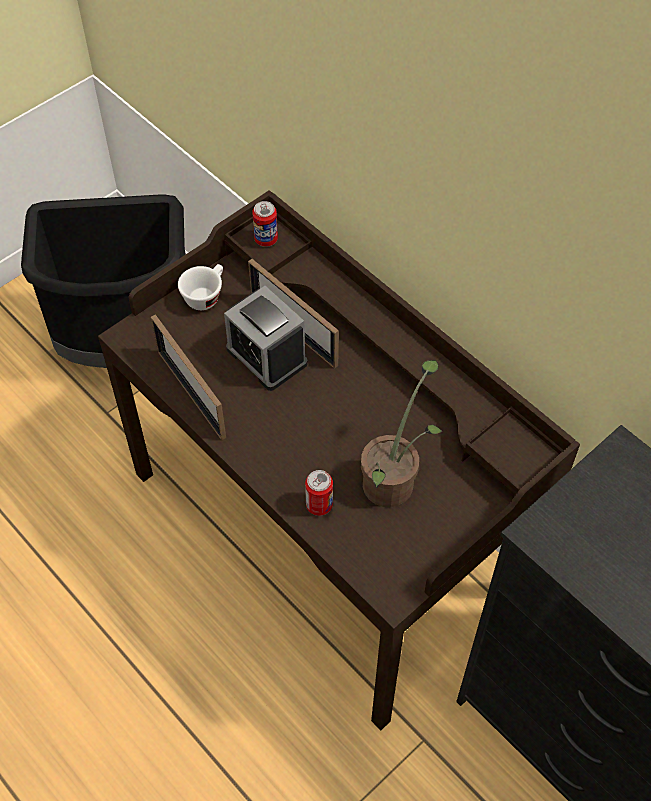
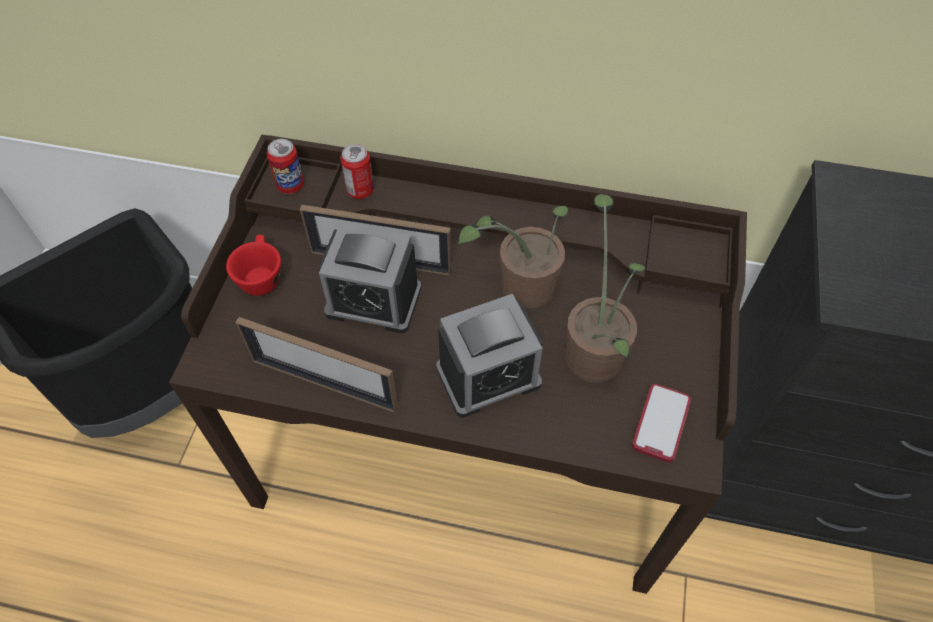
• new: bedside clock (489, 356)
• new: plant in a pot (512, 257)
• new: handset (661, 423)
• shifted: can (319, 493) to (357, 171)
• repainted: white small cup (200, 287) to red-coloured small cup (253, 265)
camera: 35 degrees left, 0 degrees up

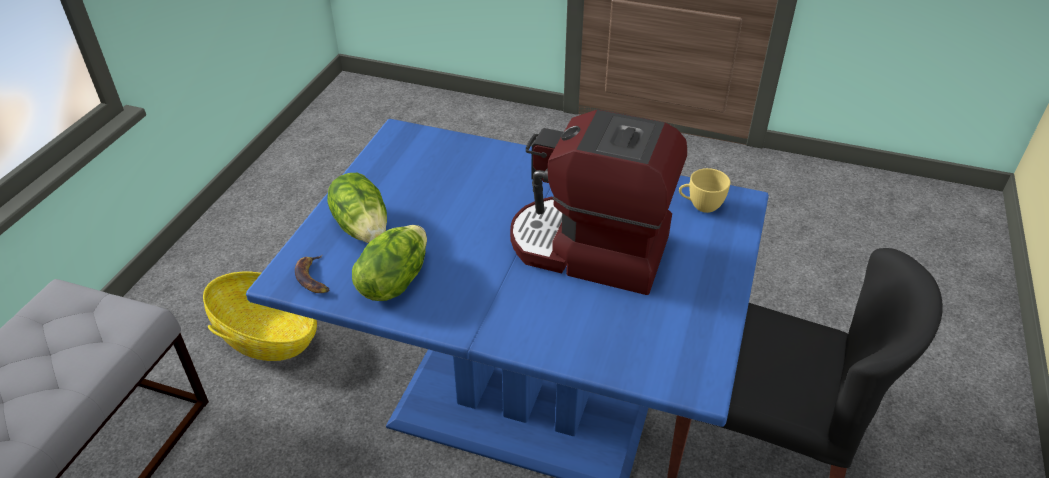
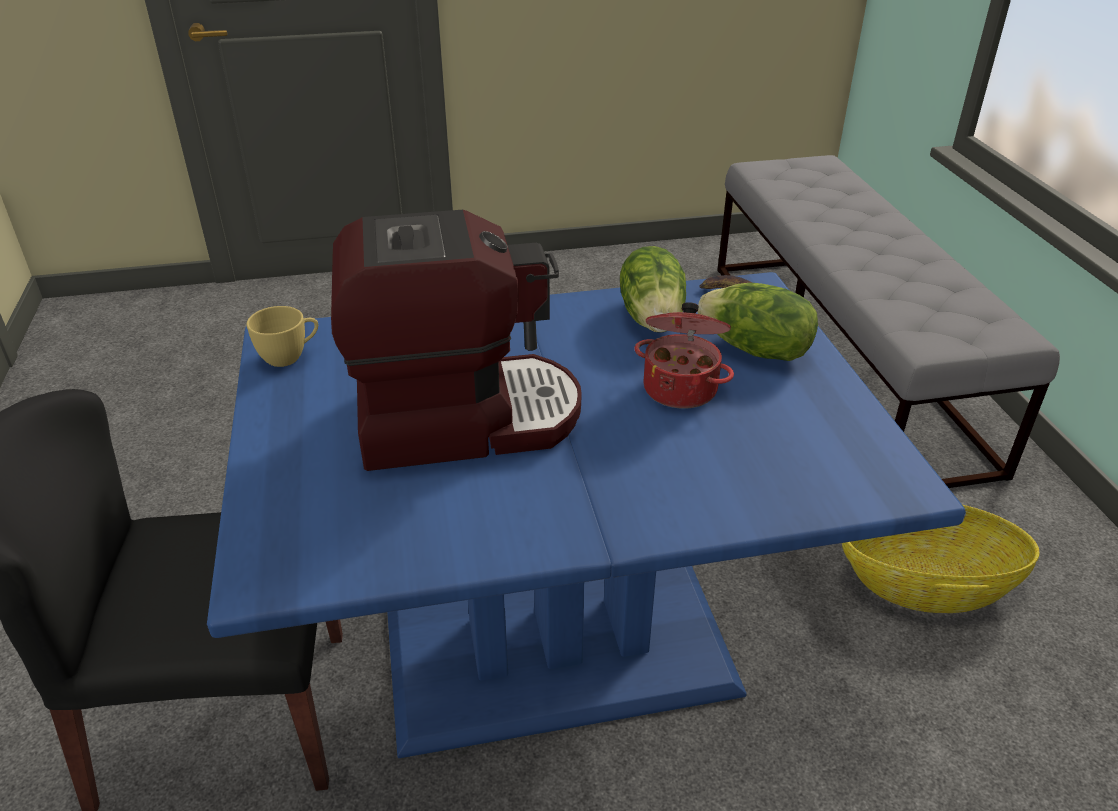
• new: stockpot (684, 355)
• shifted: yellow-coloured small cup (704, 190) to (282, 336)
camera: 150 degrees right, 5 degrees down

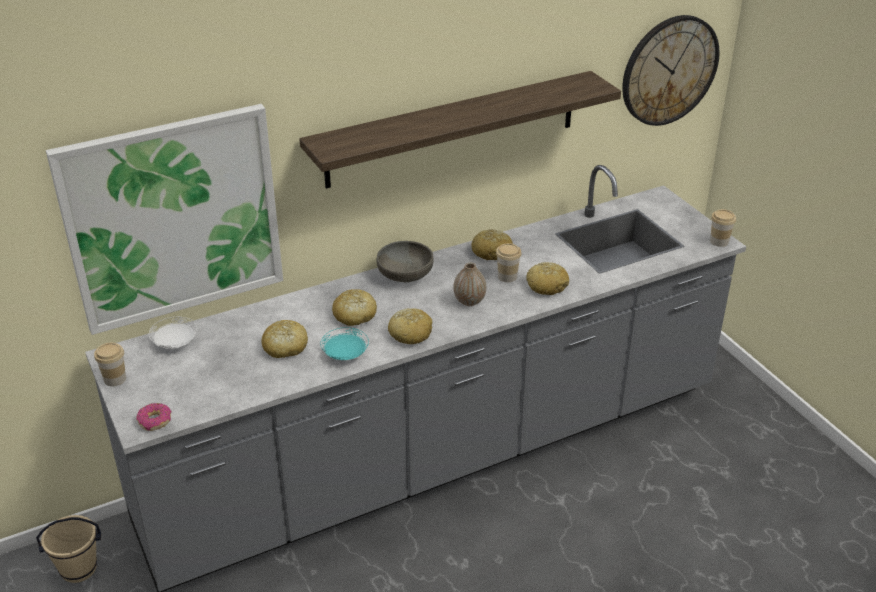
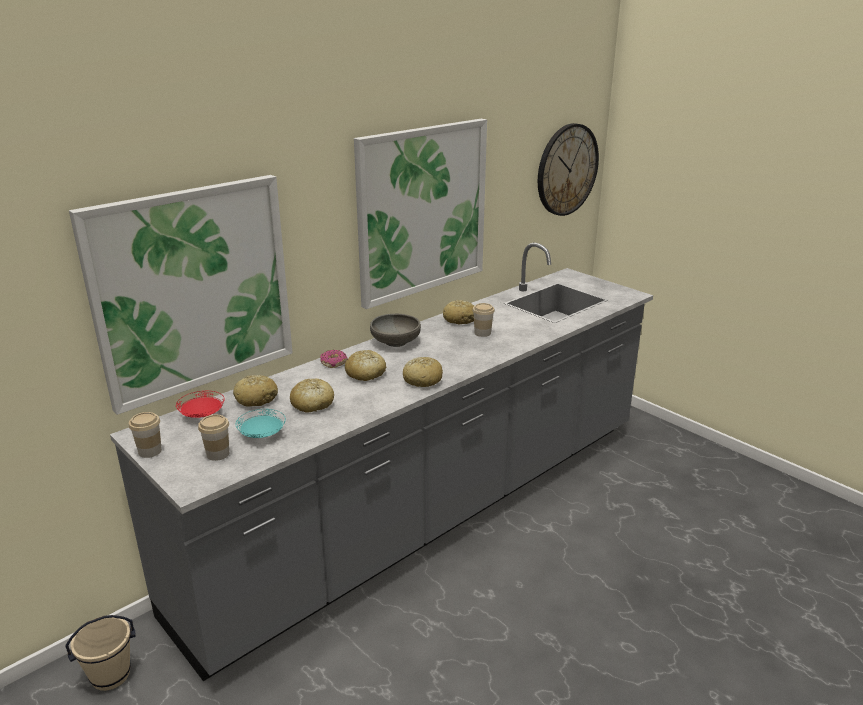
• gone: vase (469, 284)
• shifted: doughnut (153, 417) to (334, 359)
• shifted: turquoise-coloured dinner plate (344, 343) to (261, 423)
• shifted: bakery bread (547, 278) to (255, 391)
• shifted: small cup (723, 228) to (213, 438)
• swapped: bracket shelf (460, 130) to picture (420, 214)
• repainted: white dinner plate (173, 333) to red-coloured dinner plate (200, 404)
camera: 15 degrees left, 10 degrees down

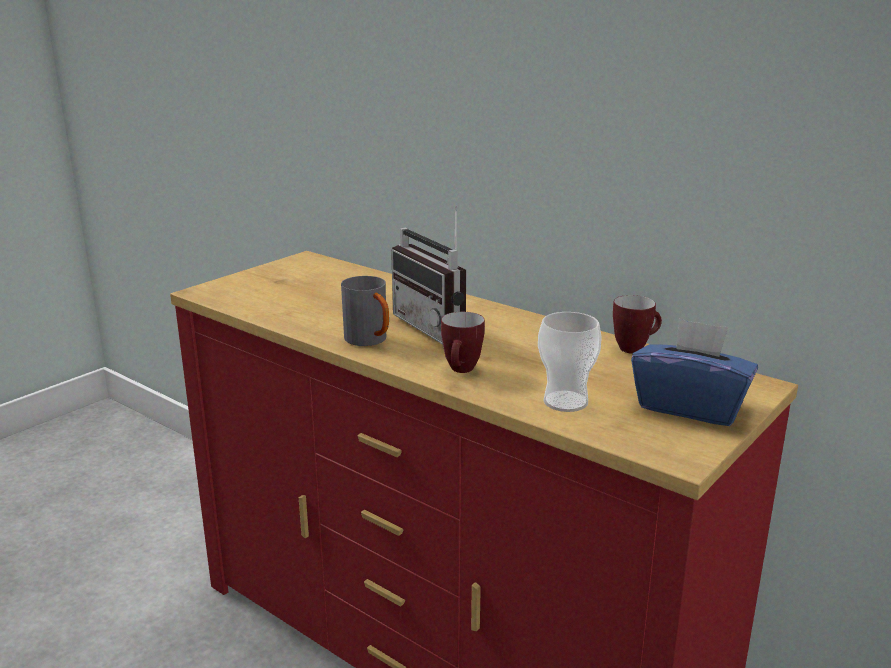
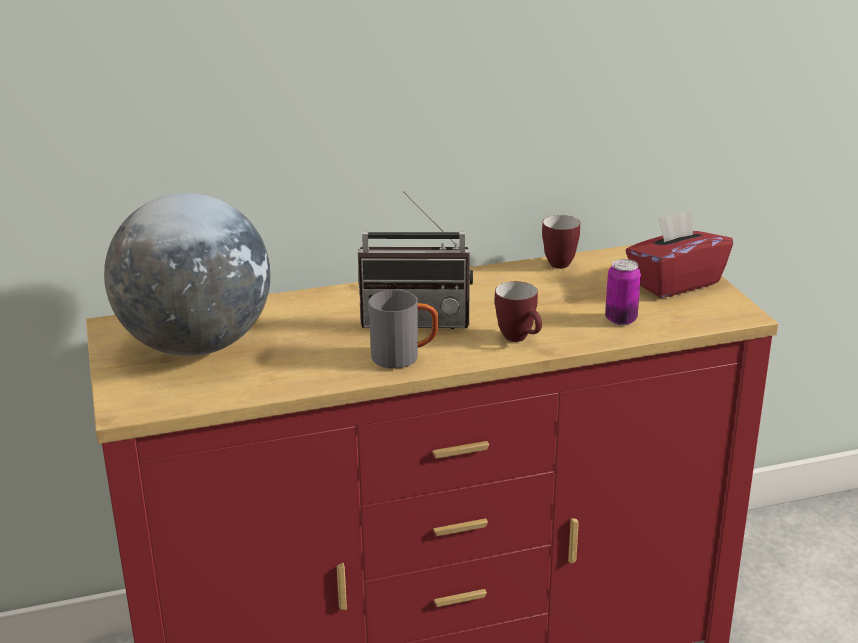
• new: world globe (187, 274)
• swapped: small cup (570, 362) to can (623, 292)
• repainted: blue box of tissues (694, 372) to red-coloured box of tissues (679, 254)
camera: 55 degrees left, 5 degrees up

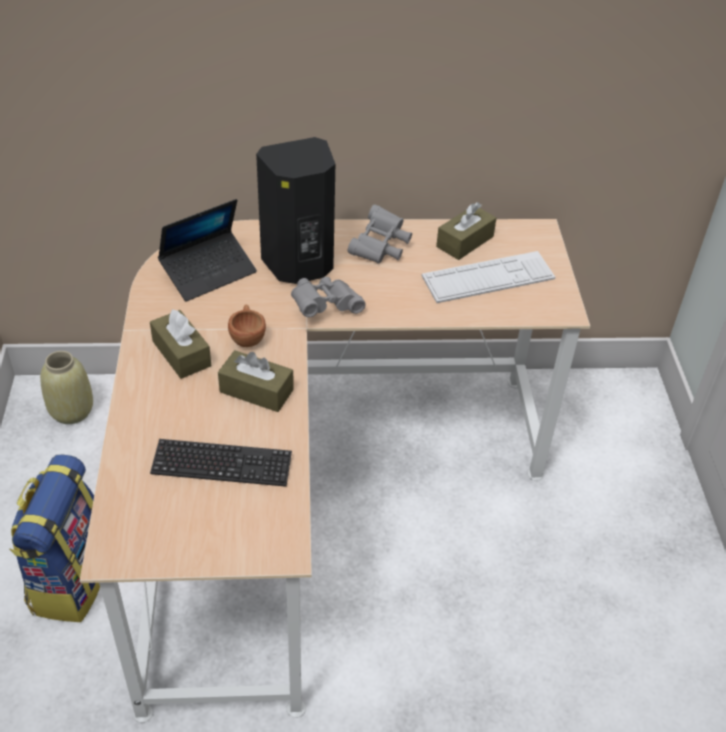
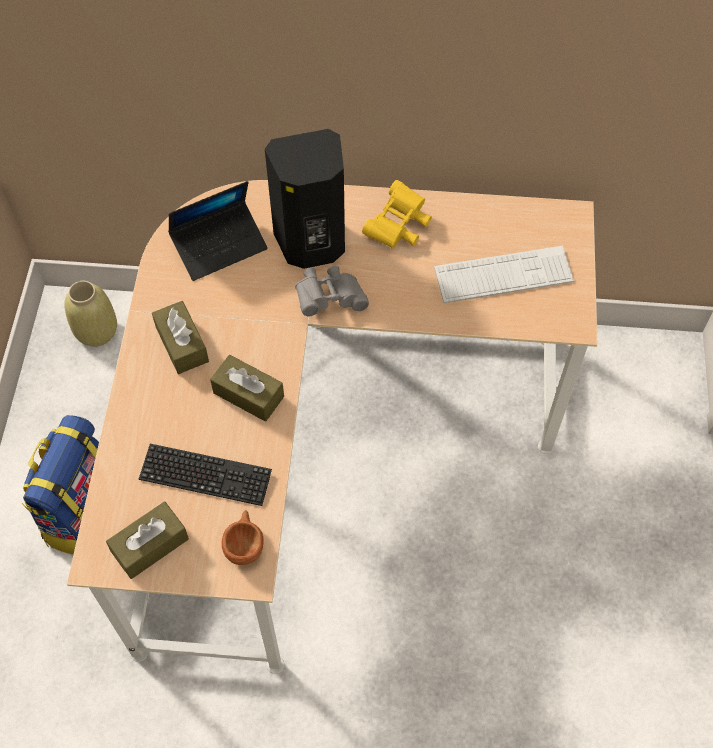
• shifted: brown small cup (247, 325) to (242, 537)
• shifted: brown box of tissues (466, 231) to (147, 540)
• repainted: gray field glasses (380, 234) to yellow-coloured field glasses (397, 214)
camera: 10 degrees right, 15 degrees up

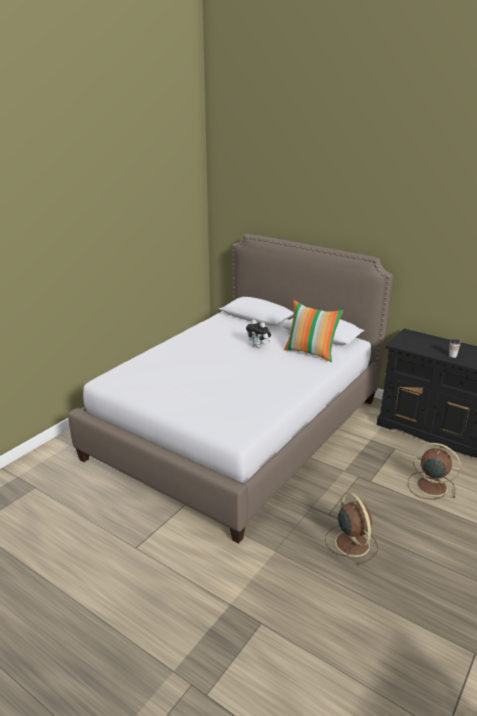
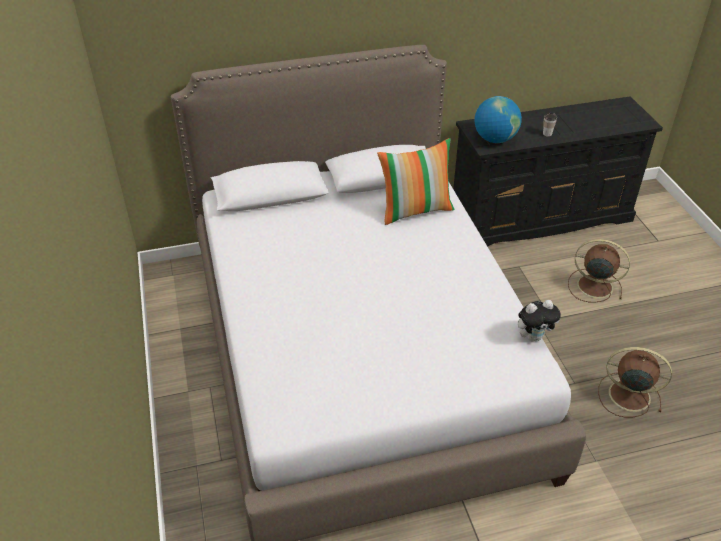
• new: world globe (498, 119)
• shifted: cuddly toy (258, 334) to (539, 321)
• rotated: brown electric fan (434, 471) = (599, 270) 45 degrees clockwise
camera: 50 degrees left, 15 degrees up

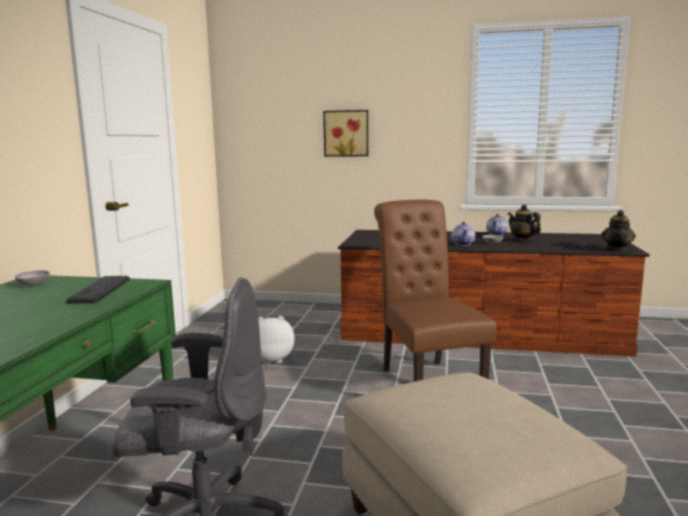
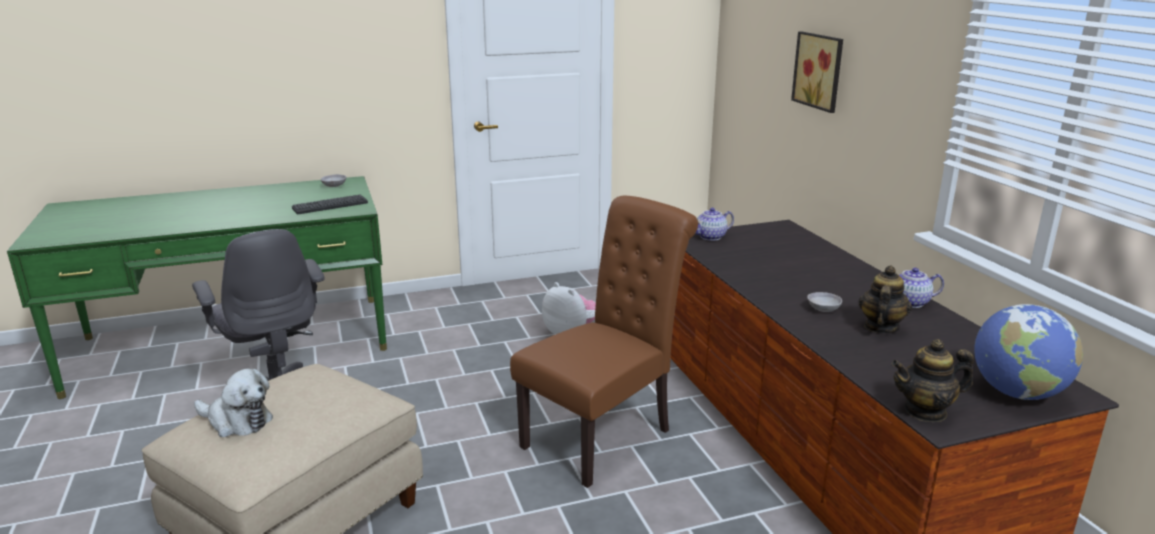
• new: cuddly toy (233, 403)
• new: world globe (1028, 352)
• shifted: teapot (463, 234) to (714, 224)
camera: 60 degrees right, 10 degrees up

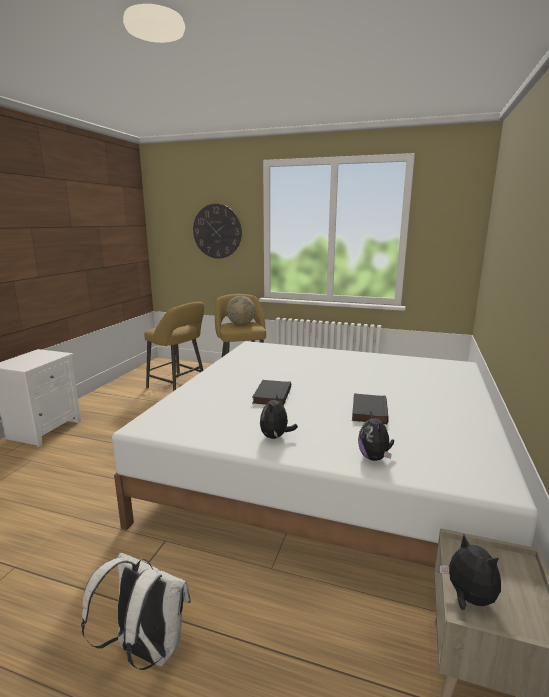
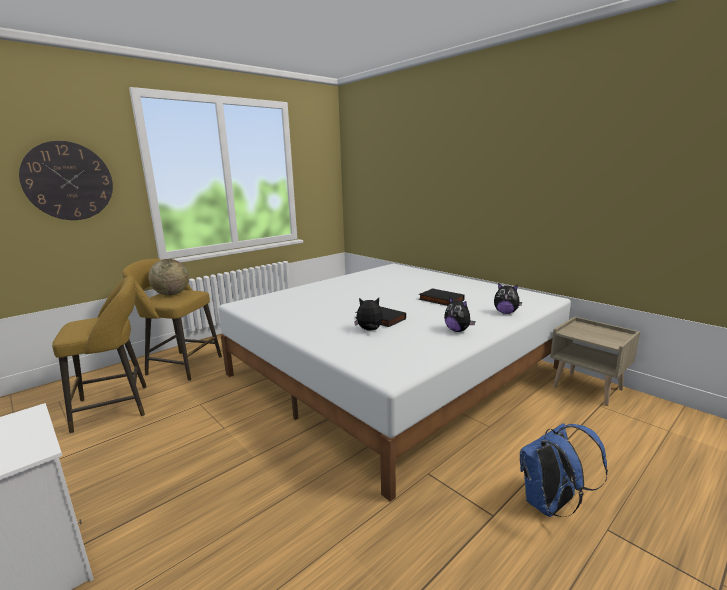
• shifted: cuddly toy (470, 572) to (368, 314)
• repainted: white rucksack (136, 611) to blue rucksack (564, 470)
camera: 60 degrees left, 0 degrees up

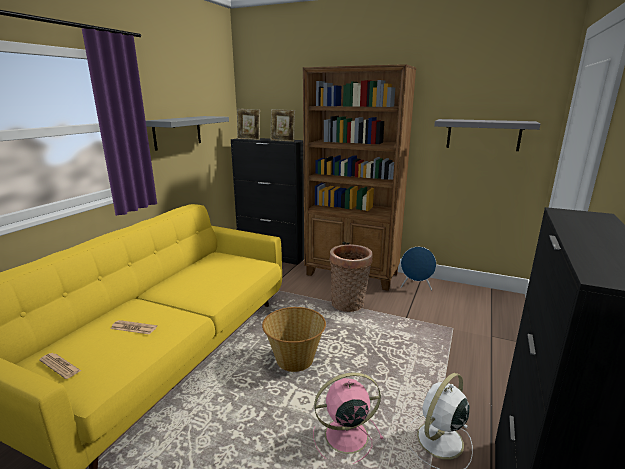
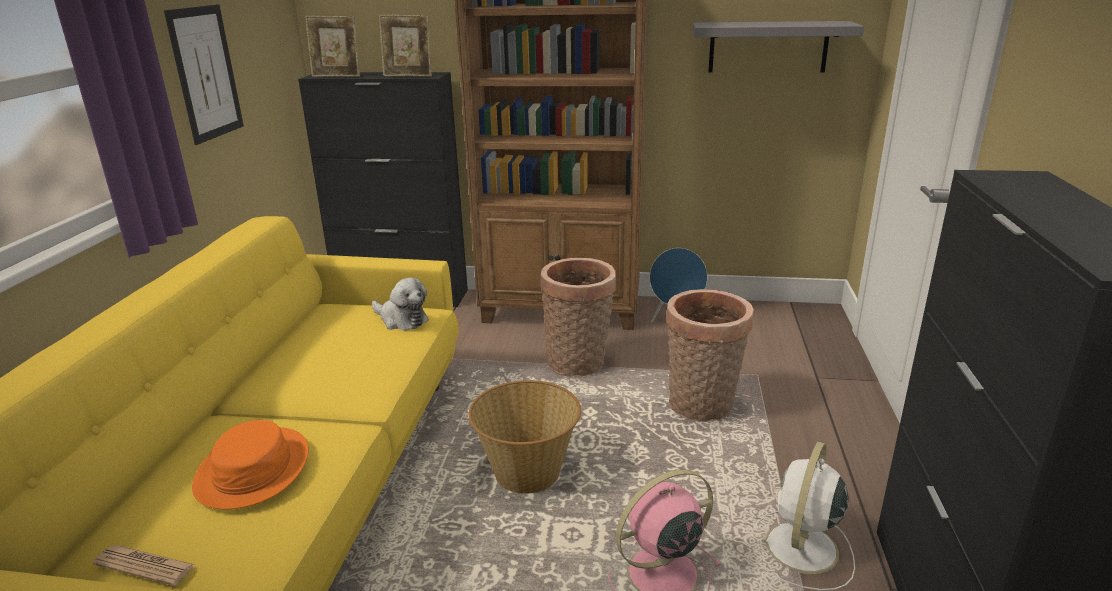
• new: cuddly toy (400, 303)
• new: household basket (710, 355)
• swapped: printed paper (134, 327) to orangey wearable hat (250, 464)
• swapped: gray bracket shelf (187, 133) to picture (204, 74)
camera: 15 degrees left, 5 degrees up

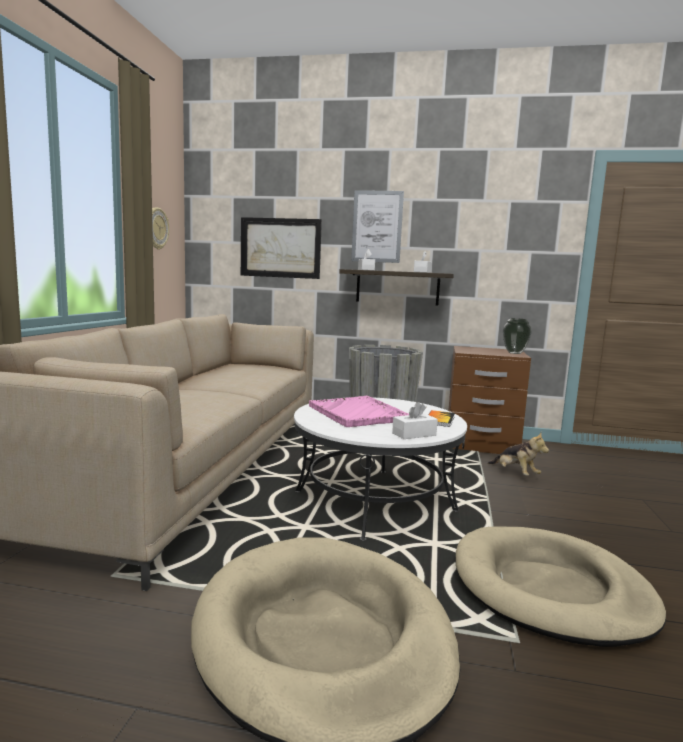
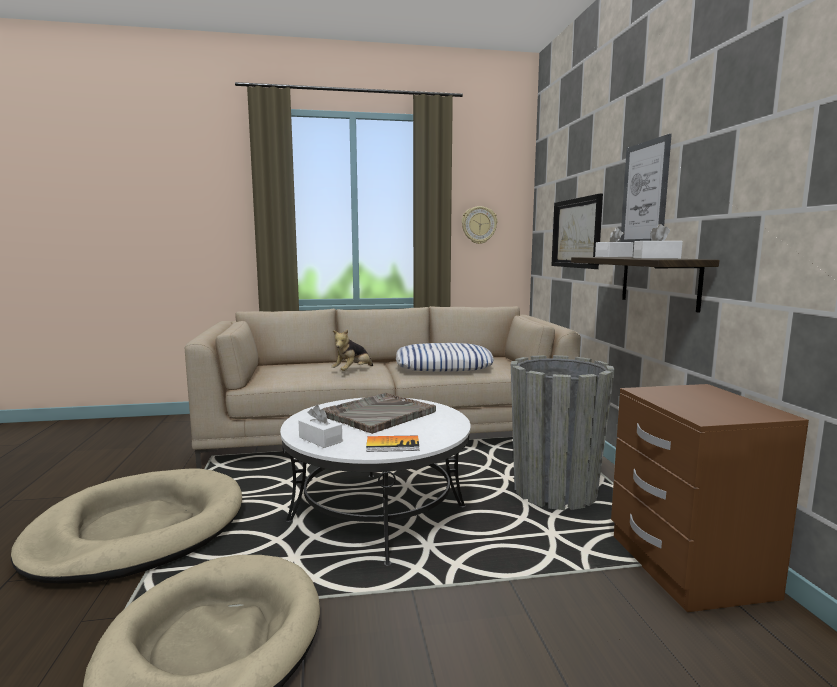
• gone: vase (517, 336)
• new: cushion (445, 357)
• shifted: cuddly toy (518, 454) to (352, 350)
• repainted: pink-coloured serving tray (359, 411) to gray serving tray (379, 413)
camera: 70 degrees right, 0 degrees up

